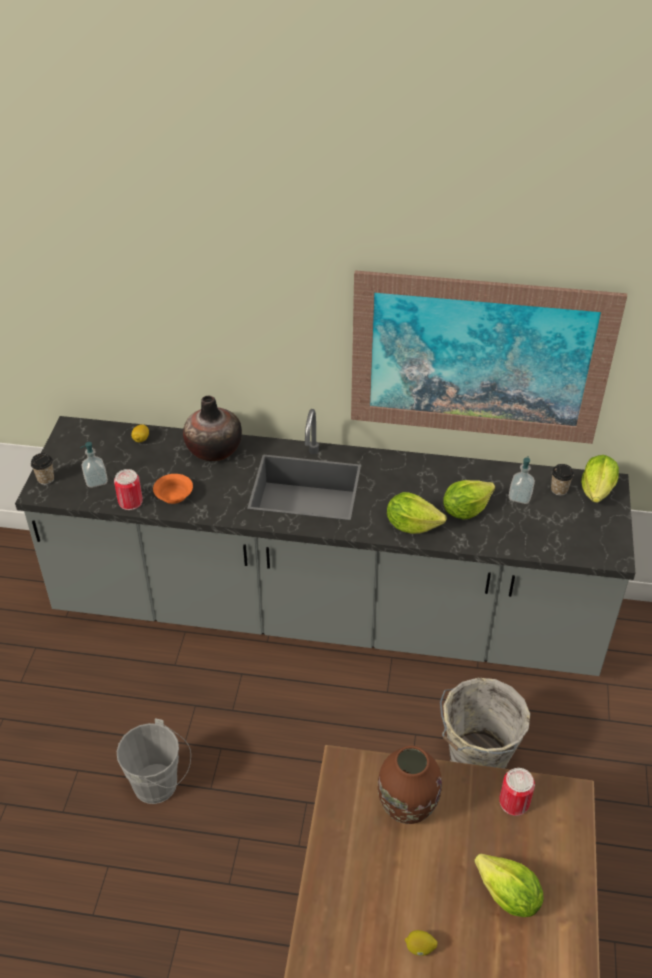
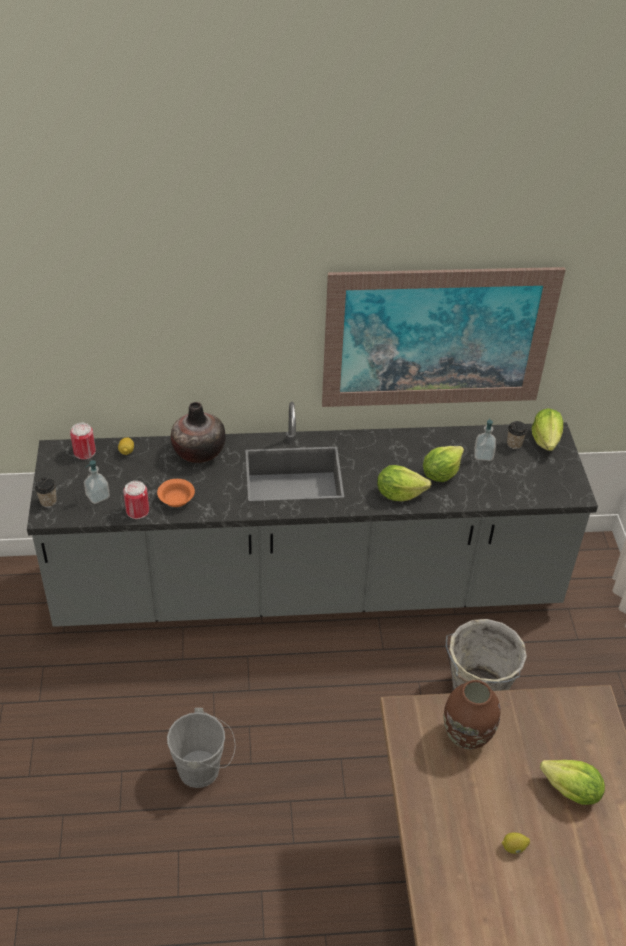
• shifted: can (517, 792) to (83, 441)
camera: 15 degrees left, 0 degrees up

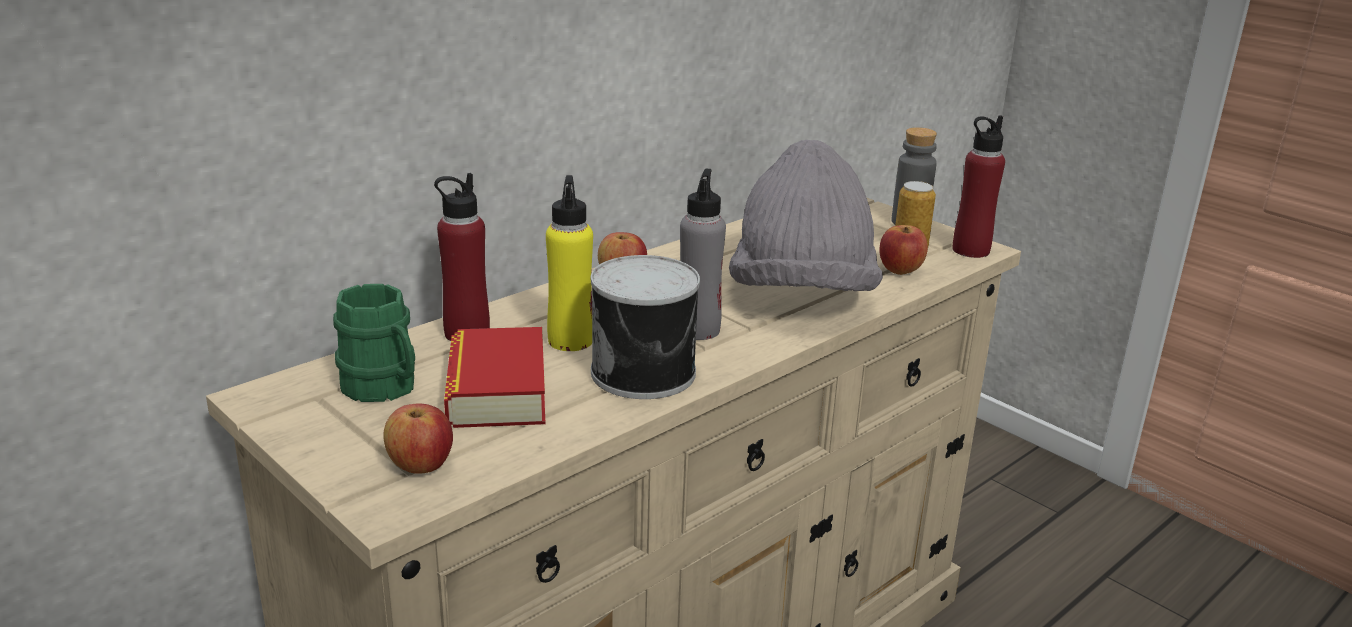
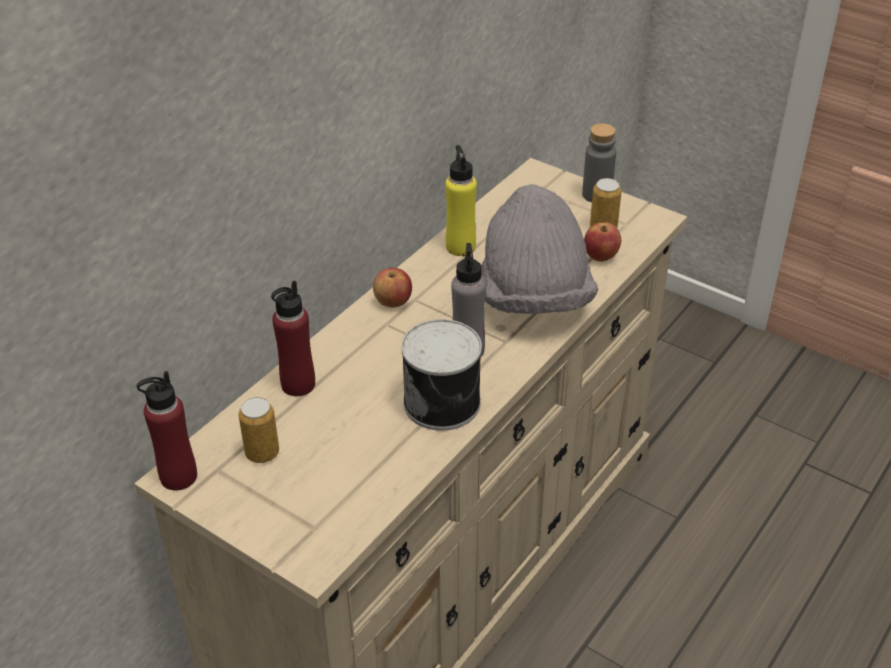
• gone: apple (418, 439)
• gone: volume (494, 377)
• shifted: yellow-coloured bottle (569, 263) to (461, 200)
• shifted: red-coloured bottle (979, 187) to (166, 431)
• swapped: greenish tea mug (374, 343) to can (258, 430)
camera: 10 degrees left, 15 degrees up

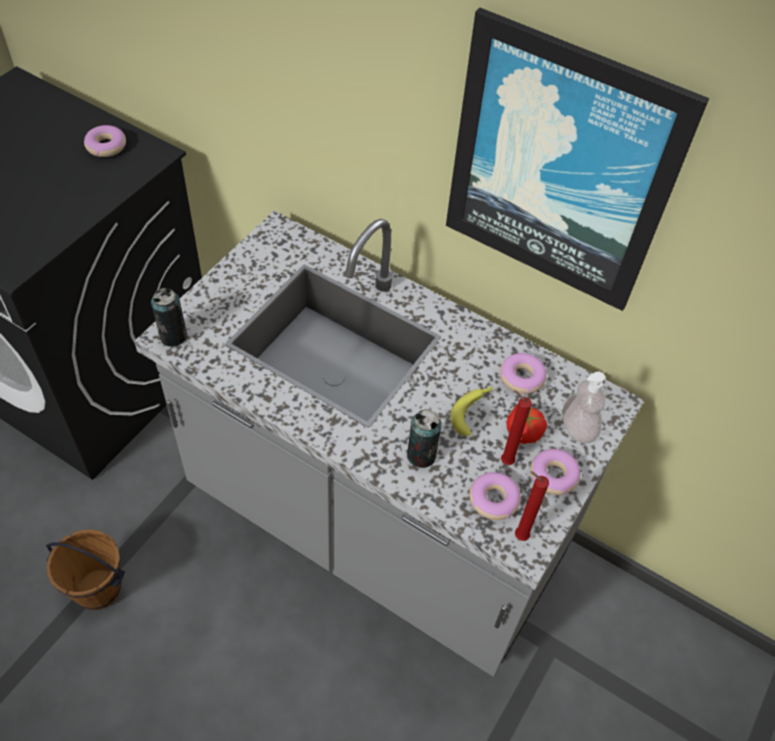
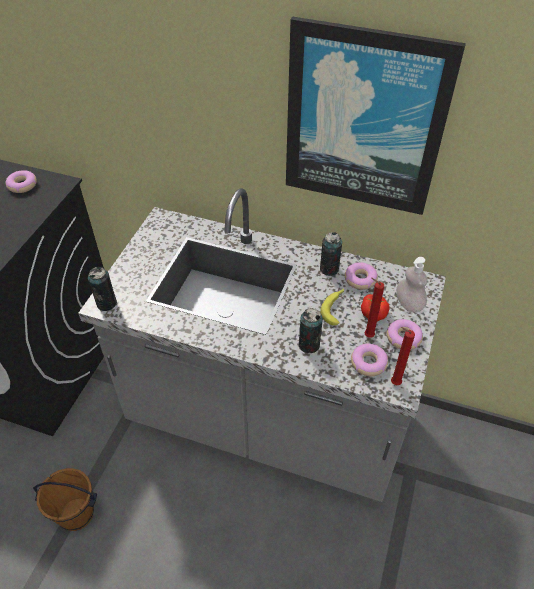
• new: can (331, 254)
camera: 10 degrees left, 5 degrees down

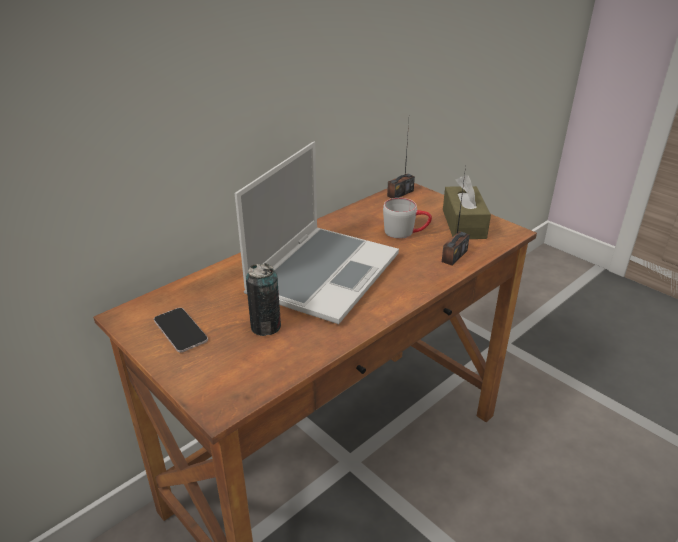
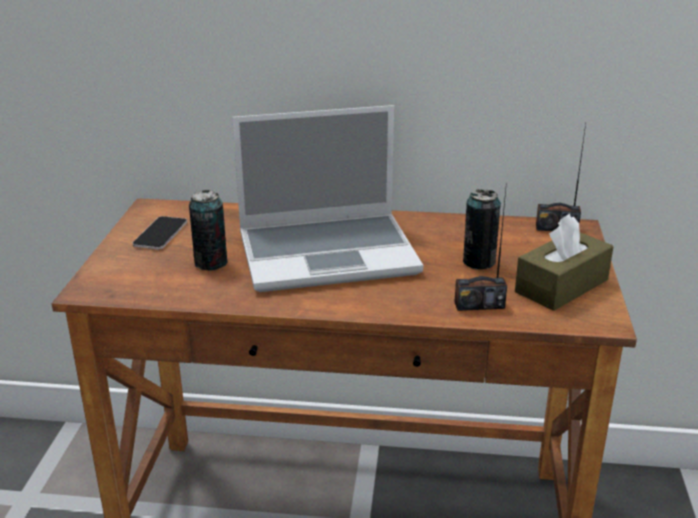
• swapped: gray tea mug (407, 218) to can (482, 229)
camera: 50 degrees right, 5 degrees down

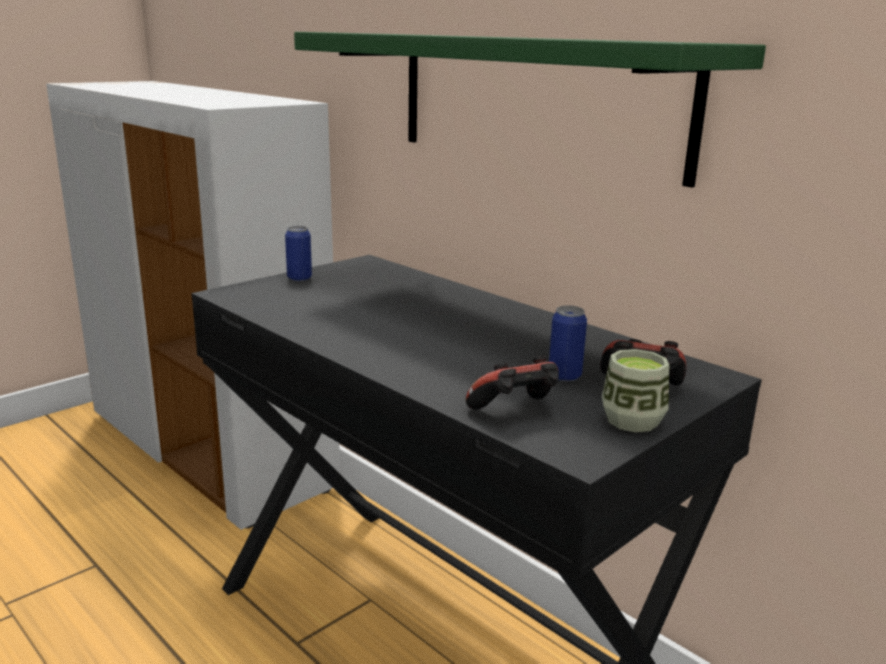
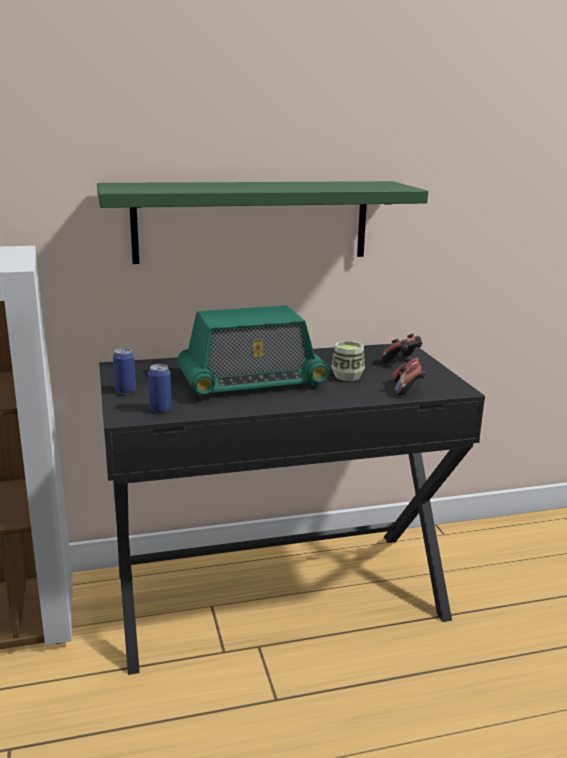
• new: radio set (253, 352)
• shifted: can (568, 343) to (160, 388)
• shifted: small cup (635, 390) to (348, 361)
camera: 60 degrees left, 0 degrees up

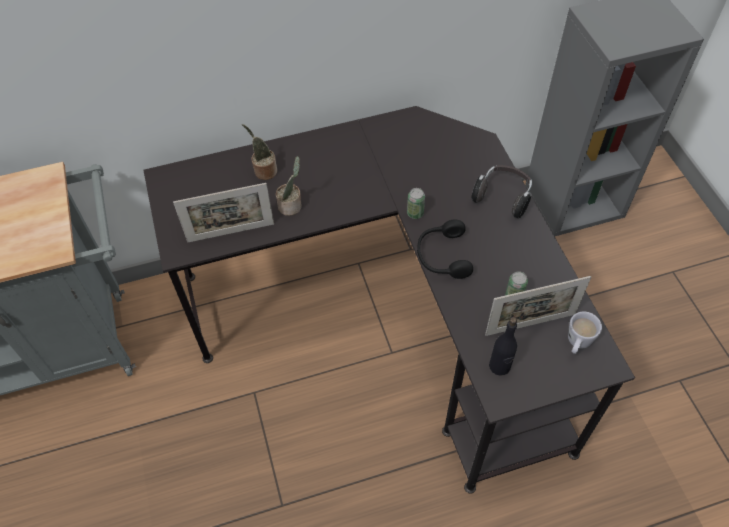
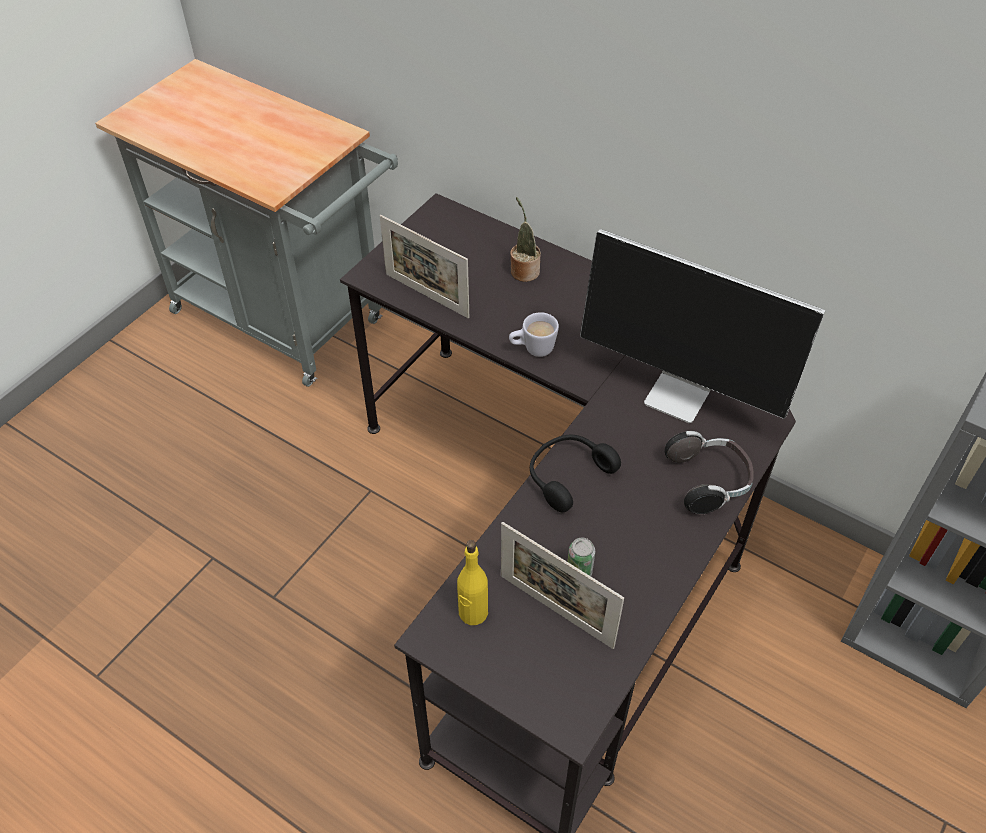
• gone: plant in a pot (289, 186)
• gone: can (416, 203)
• new: monitor (702, 326)
• shifted: white tea mug (585, 333) to (534, 334)
• repainted: blackish bottle (503, 346) to yellow-coloured bottle (472, 582)
camera: 50 degrees right, 5 degrees down

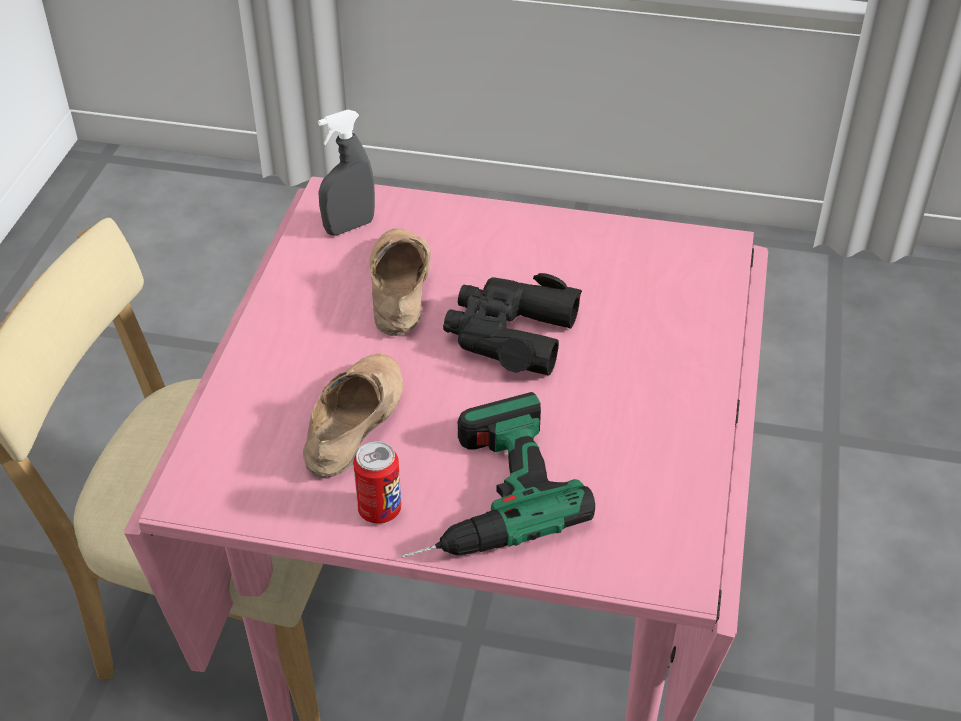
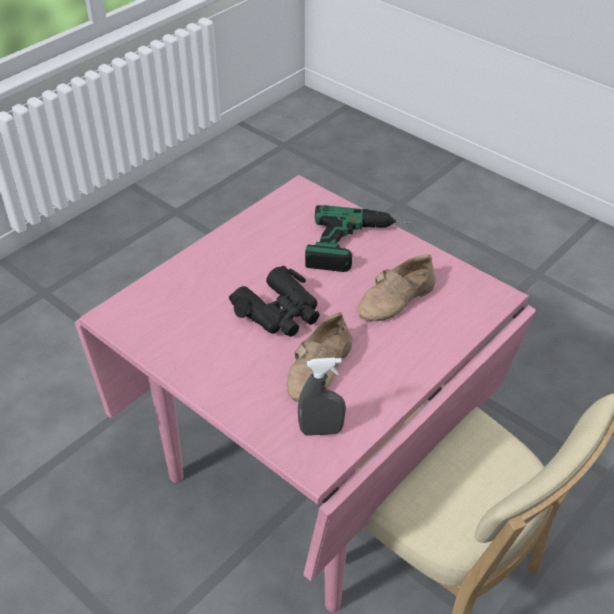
• gone: can (377, 482)
camera: 150 degrees left, 0 degrees up

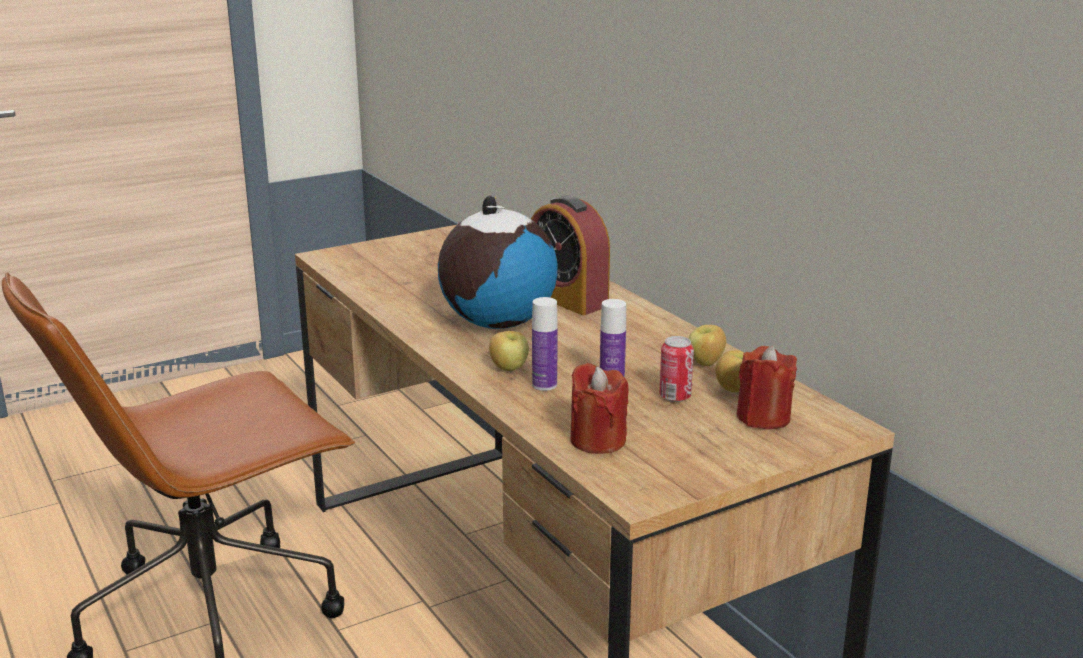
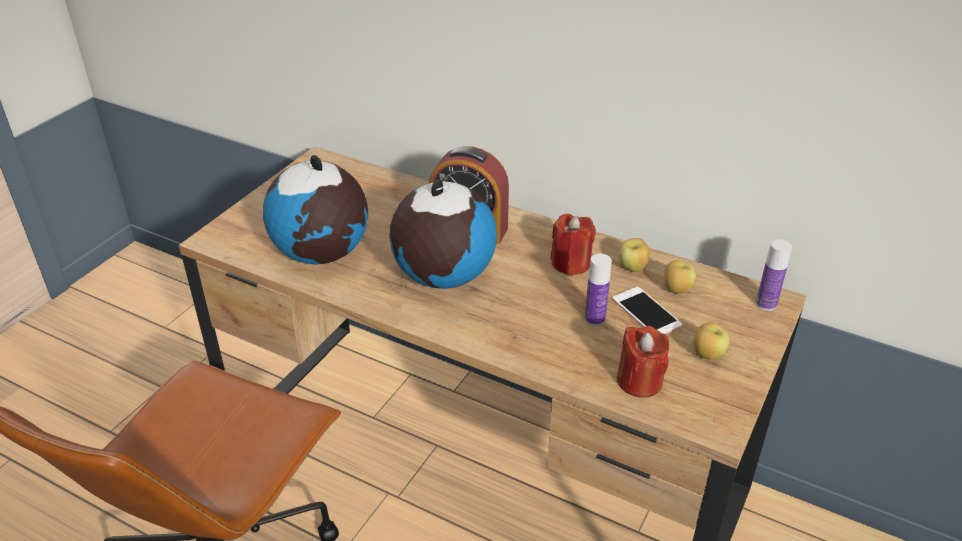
• new: world globe (315, 210)
• shifted: apple (509, 351) to (711, 341)
• shifted: bottle (545, 344) to (774, 275)
• shifted: red-coloured candle (767, 387) to (573, 244)
• swapped: can (676, 369) to handset (647, 310)
camera: 30 degrees left, 15 degrees up

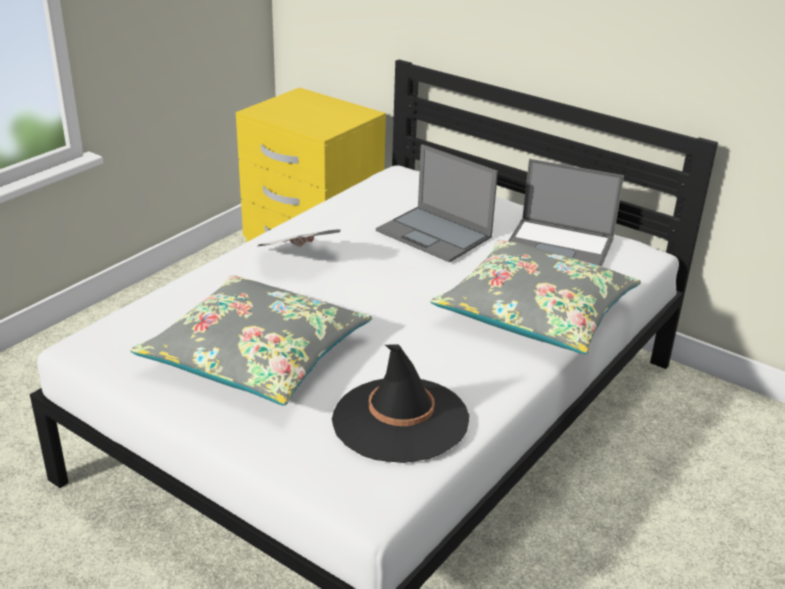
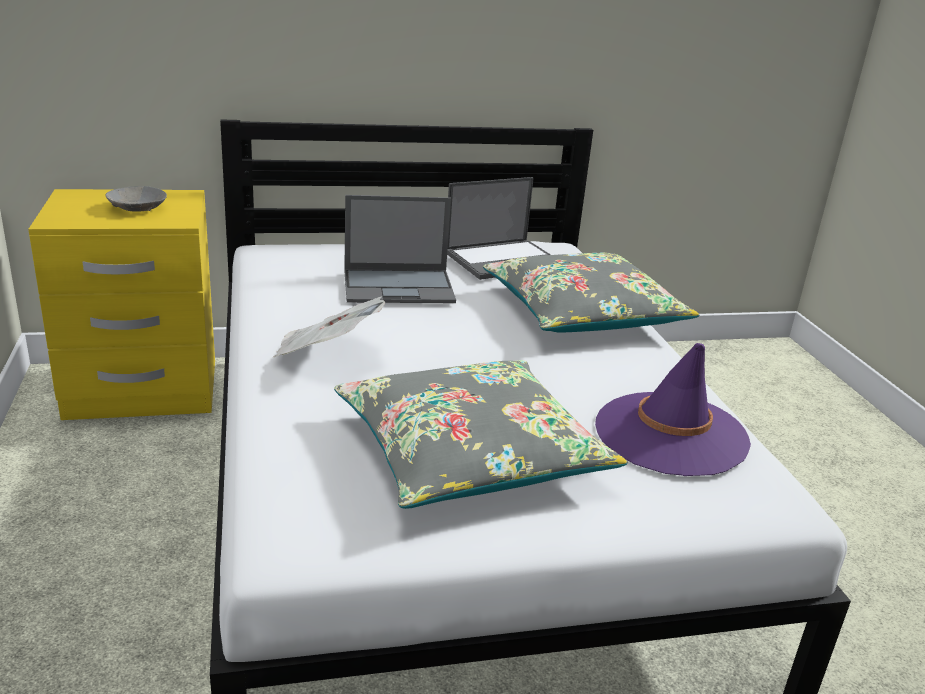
• new: gray bowl (136, 199)
• repainted: blackish wearable hat (400, 403) to purple-coloured wearable hat (673, 409)
camera: 50 degrees left, 5 degrees down

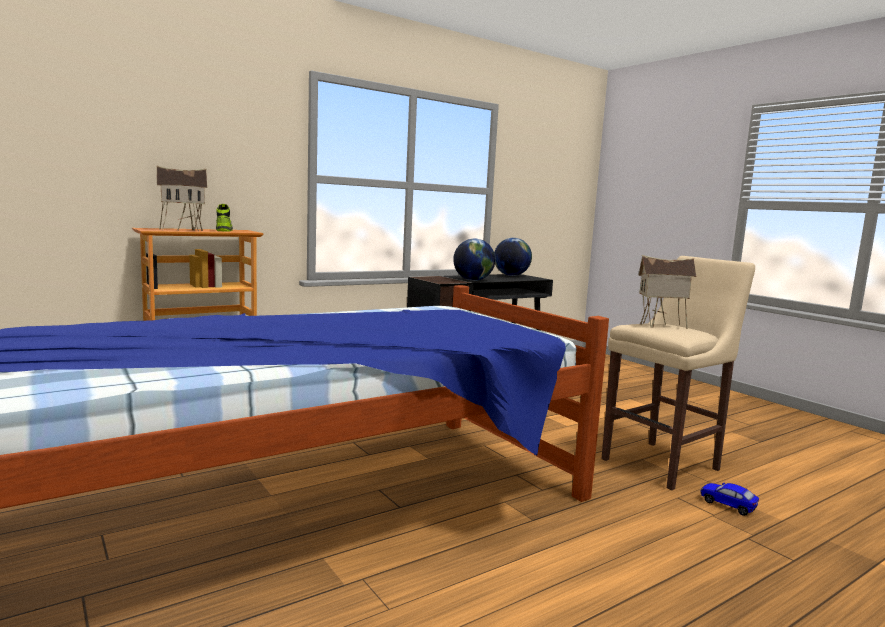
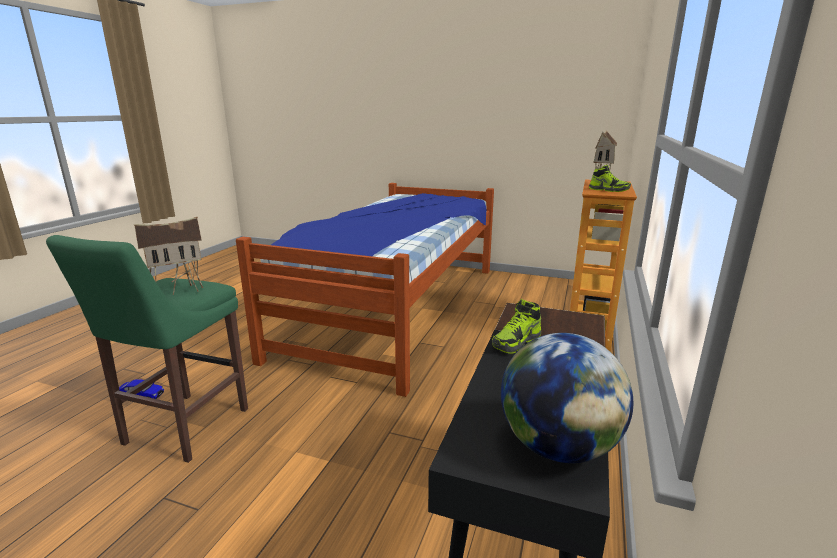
• swapped: world globe (474, 260) to item of footwear (516, 326)
• repainted: beige stool (678, 373) to greenish stool (147, 349)
camera: 145 degrees right, 10 degrees up

